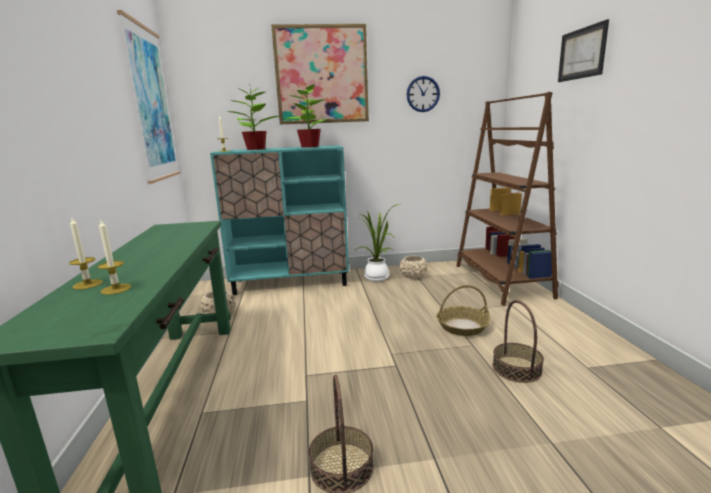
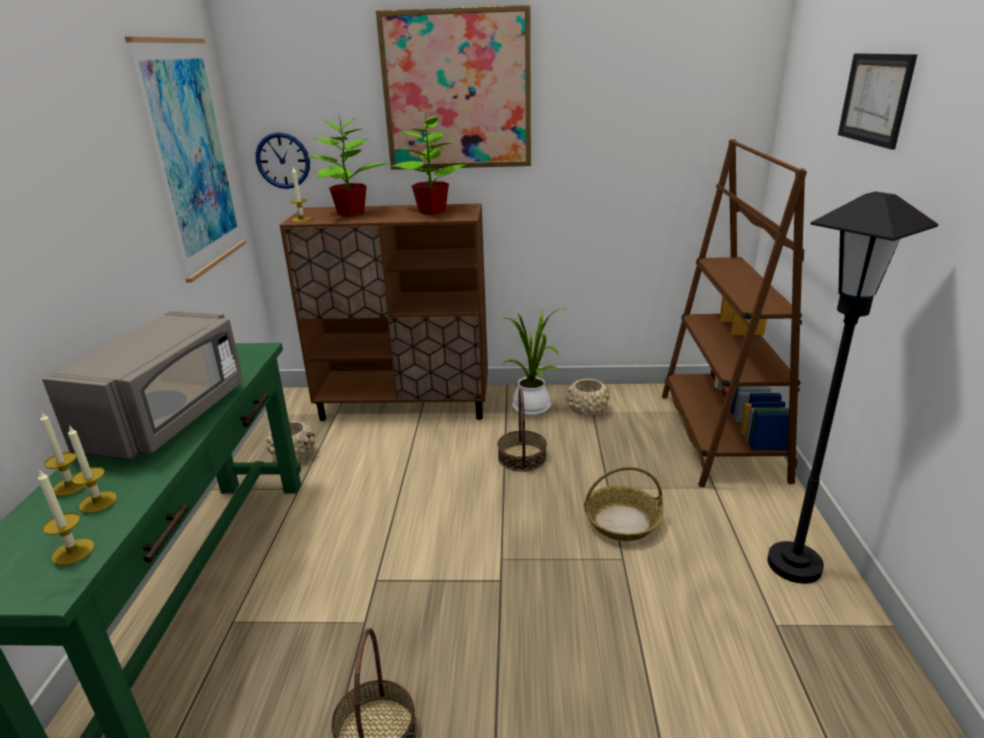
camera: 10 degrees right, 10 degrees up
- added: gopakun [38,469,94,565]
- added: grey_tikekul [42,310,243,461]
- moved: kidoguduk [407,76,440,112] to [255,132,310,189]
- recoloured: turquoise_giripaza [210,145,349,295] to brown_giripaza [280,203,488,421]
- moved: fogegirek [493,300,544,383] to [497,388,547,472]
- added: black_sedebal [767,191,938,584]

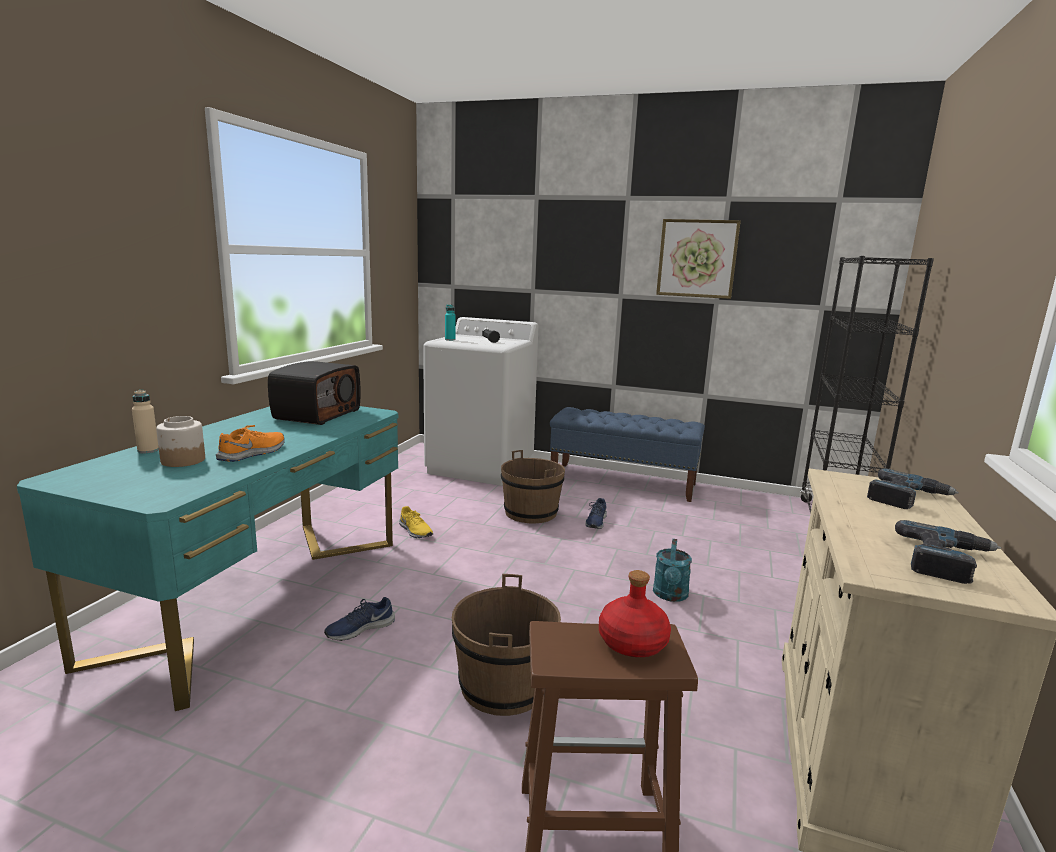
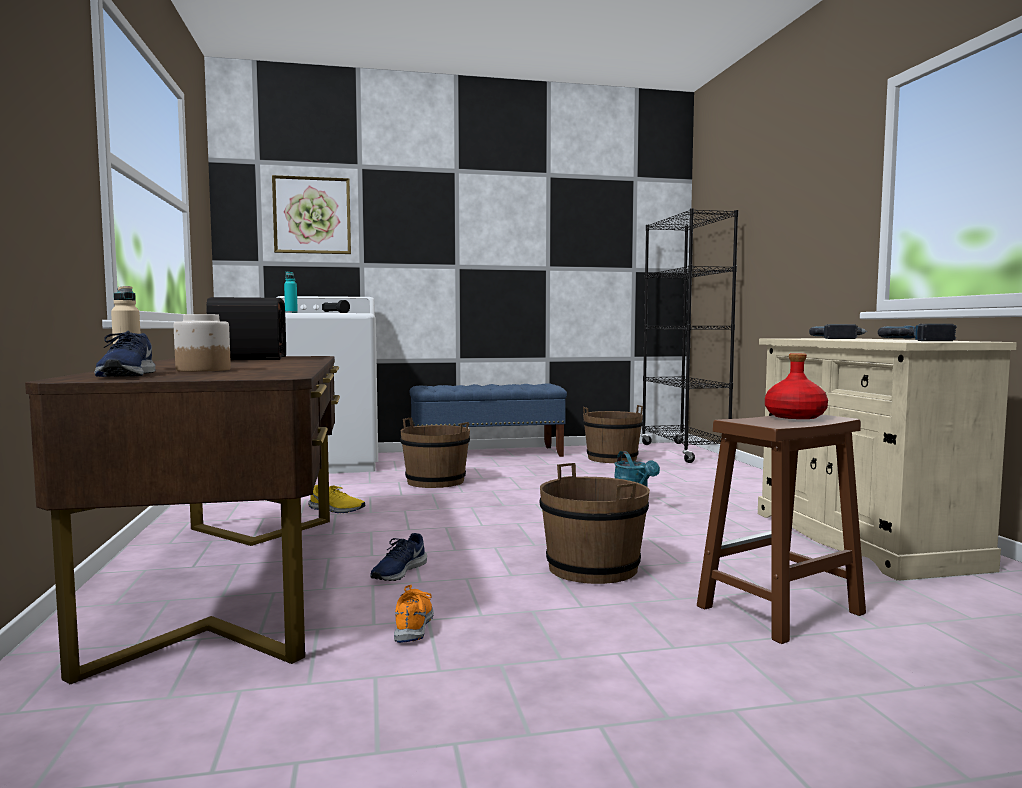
camera: 30 degrees left, 10 degrees down
- recoloured: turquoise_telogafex [17,406,398,711] to brown_telogafex [25,356,340,684]
- moved: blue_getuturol [585,498,607,529] to [94,331,156,377]
- moved: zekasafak [656,219,741,299] to [272,175,351,254]
- moved: orange_getuturol [216,425,285,462] to [394,585,434,643]
- added: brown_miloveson [583,405,643,463]

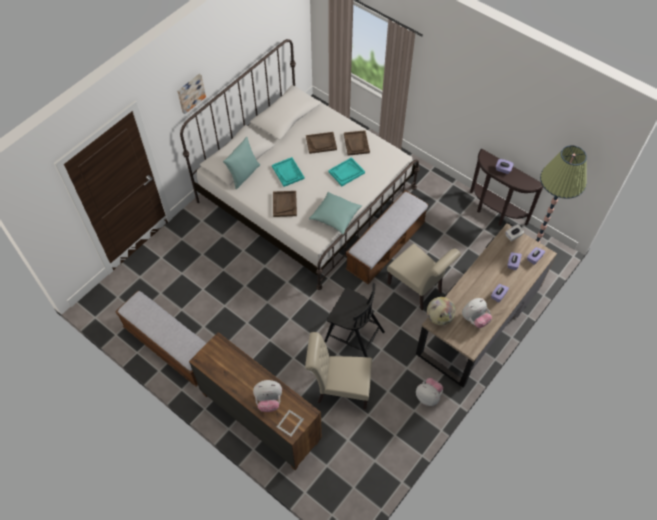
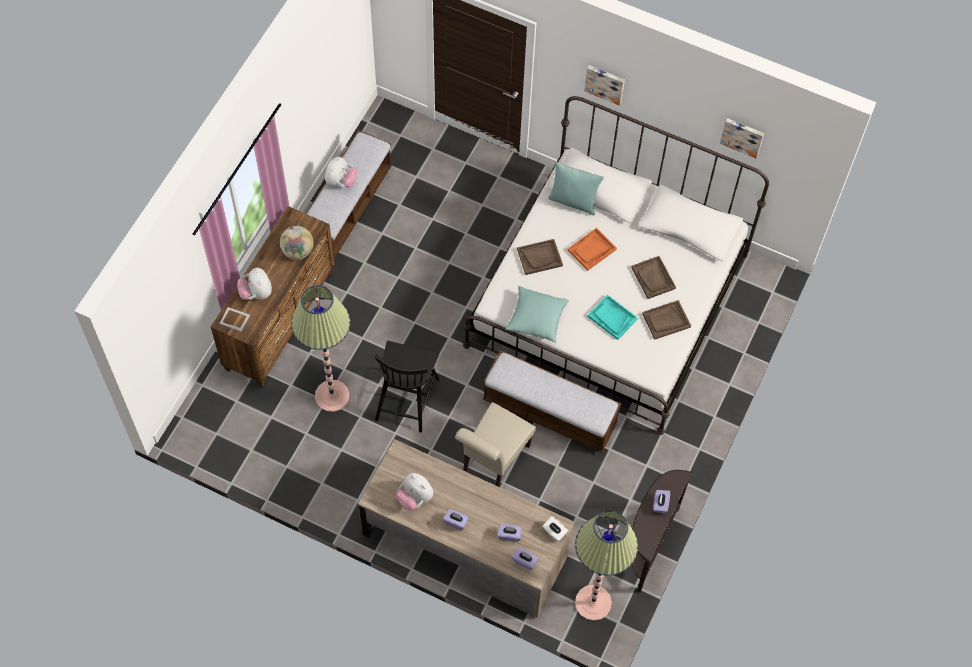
camera: 75 degrees right, 5 degrees up
- moved: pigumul [427,297,456,325] to [280,226,314,260]
- replaced: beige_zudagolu [305,332,372,409] to sedebal [291,285,350,412]
- moved: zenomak [416,378,443,406] to [325,157,358,187]
- recoloured: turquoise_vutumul [272,157,305,187] to orange_vutumul [568,228,617,271]
- added: zekasafak [720,118,764,158]

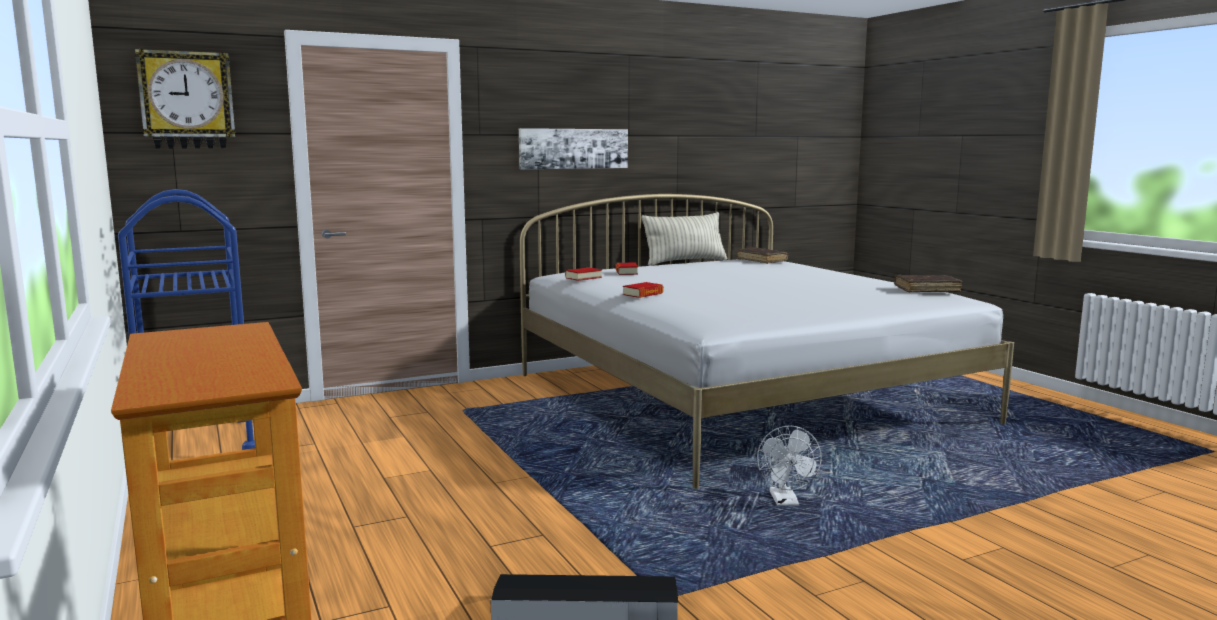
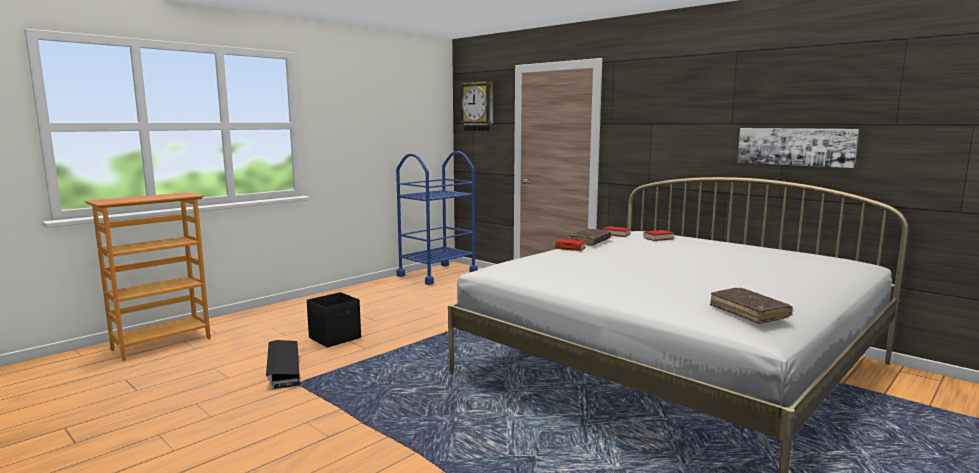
camera: 70 degrees right, 0 degrees up
- added: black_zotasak [307,292,361,347]
- moved: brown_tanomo [737,247,788,264] to [569,229,611,246]
- moved: zekasafak [519,128,628,169] to [737,128,859,168]
- removed: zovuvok [641,212,727,266]
- removed: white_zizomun [757,425,822,506]

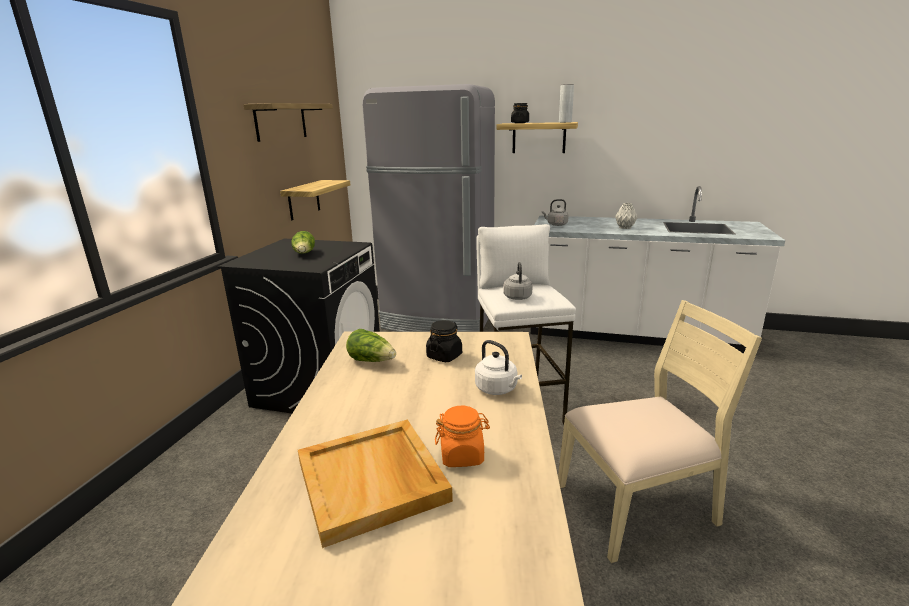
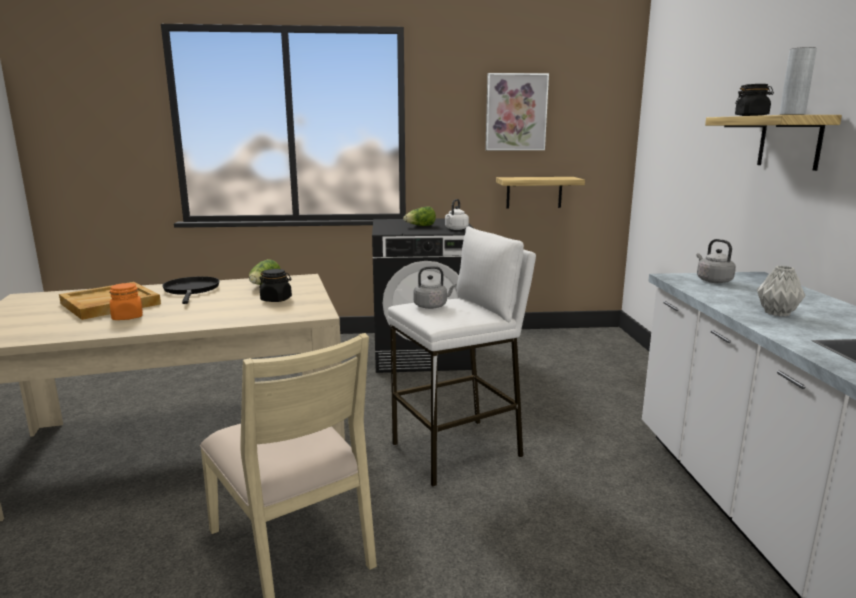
camera: 70 degrees right, 5 degrees down
- added: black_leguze [162,276,219,304]
- moved: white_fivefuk [475,340,522,395] to [445,199,469,230]
- replaced: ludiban [243,103,333,142] to zekasafak [485,73,549,150]
- removed: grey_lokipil [362,84,495,332]

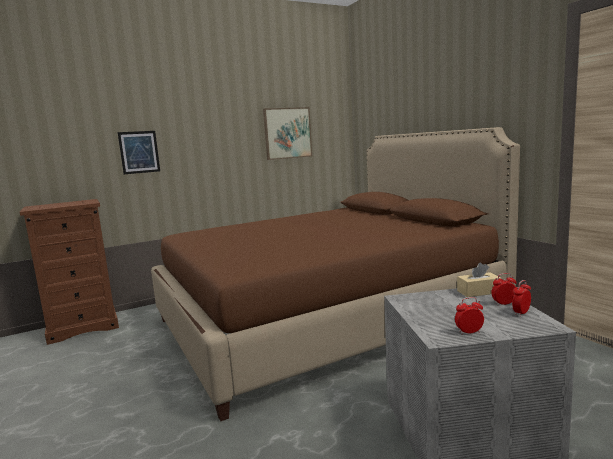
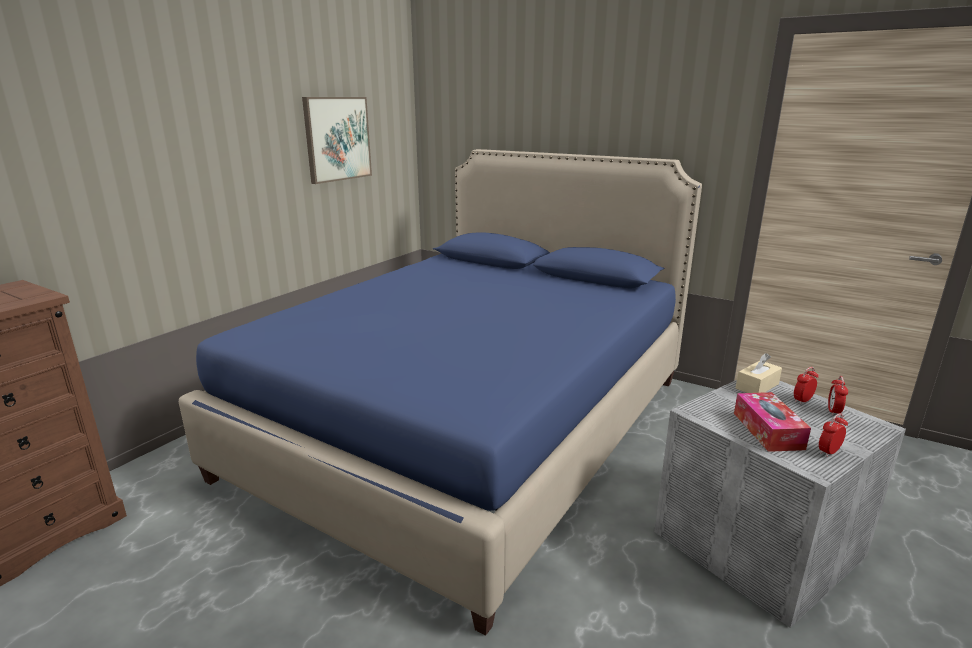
camera: 30 degrees left, 10 degrees up
- recoloured: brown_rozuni [151,127,520,421] to blue_rozuni [179,149,702,636]
- added: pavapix [734,392,811,452]
- removed: zekasafak [118,131,160,174]

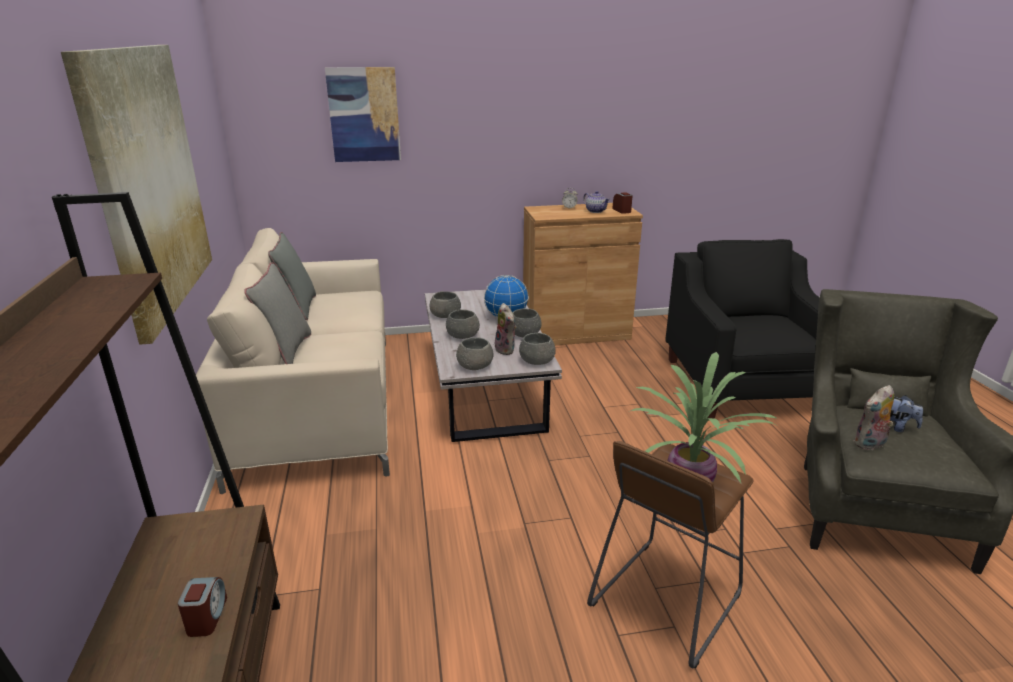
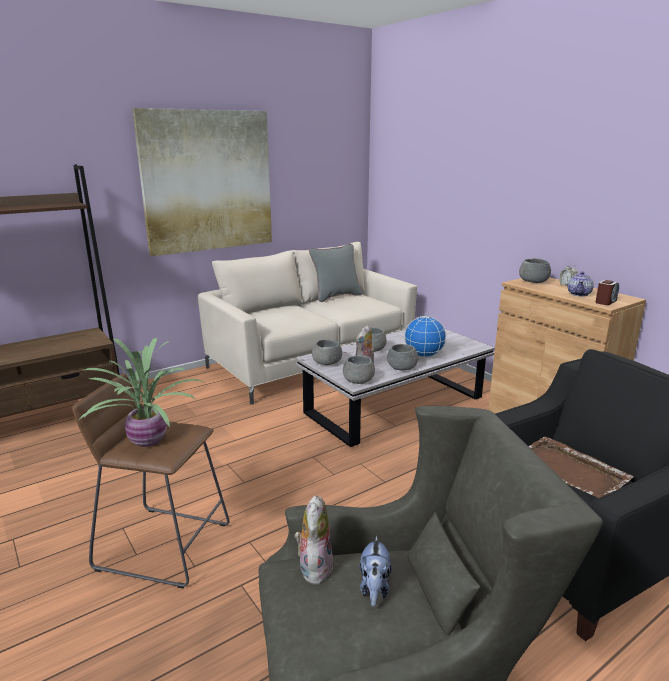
camera: 65 degrees right, 5 degrees down
- turned: zenomak [853,385,894,451] = [295,495,333,585] 60 degrees clockwise
- moved: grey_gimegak [430,291,461,318] to [519,258,551,283]
- added: brown_vutumul [529,436,634,498]
- removed: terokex [178,577,227,637]
- removed: grey_zovuvok [244,262,311,364]
- removed: zekasafak [325,67,401,162]

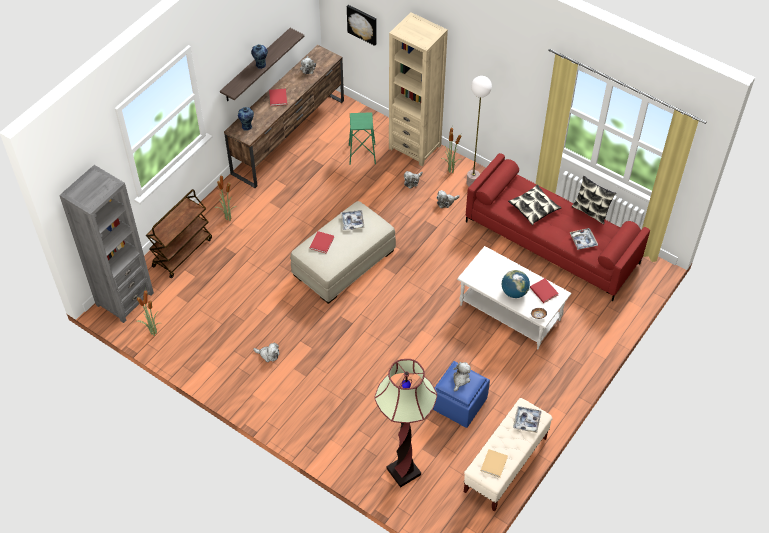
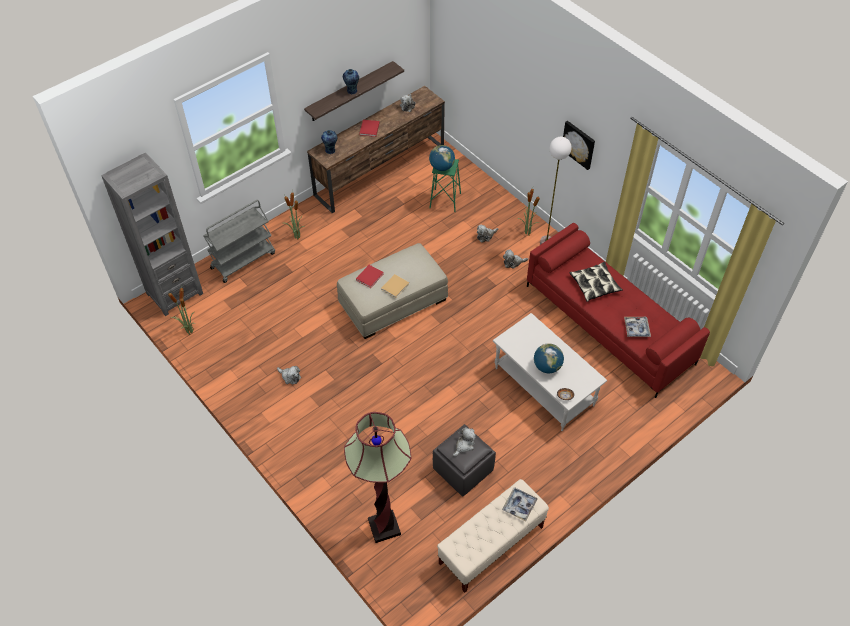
camera: 15 degrees right, 0 degrees up
- recoloured: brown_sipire [146,189,212,278] to grey_sipire [204,200,275,283]
- moved: beige_tanomo [481,449,508,478] to [381,274,409,298]
- added: pigumul [429,145,455,171]
- recoloured: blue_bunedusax [433,361,490,428] to grey_bunedusax [433,424,496,496]
- moved: zekasafak [347,5,377,46] to [563,121,595,170]
- removed: vutumul [341,210,365,230]
- removed: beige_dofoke [389,12,448,166]
- removed: red_tanomo [530,278,559,303]
- removed: zovuvok [572,176,616,224]

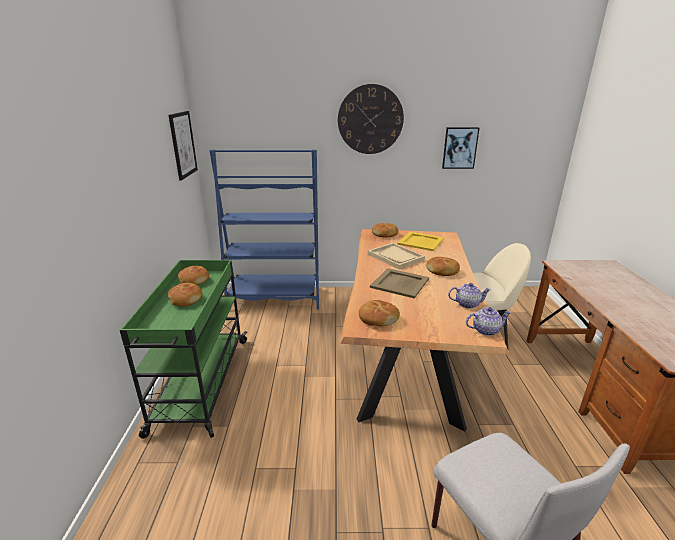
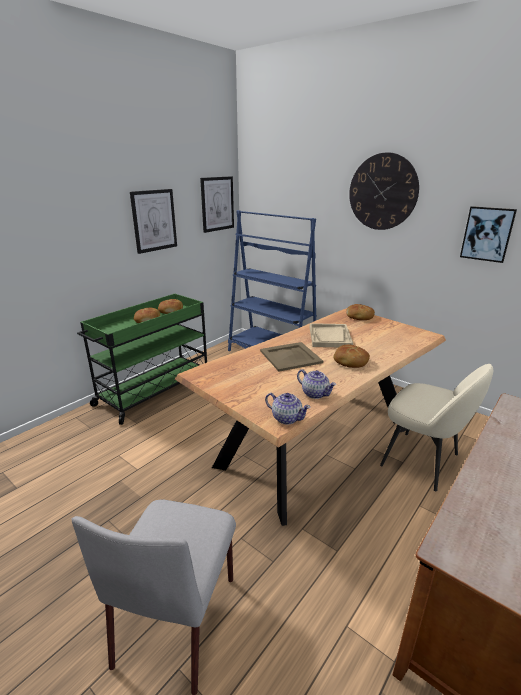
camera: 40 degrees right, 0 degrees up
- added: zekasafak [130,189,177,254]
- removed: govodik [359,300,400,326]
- removed: yellow_vutumul [397,232,444,251]

